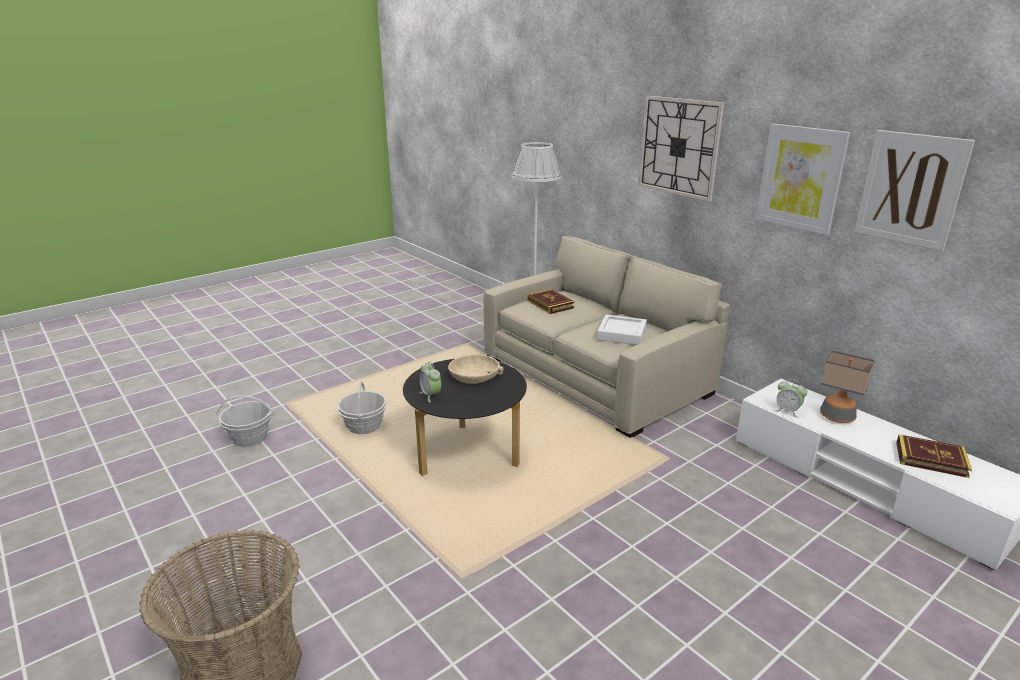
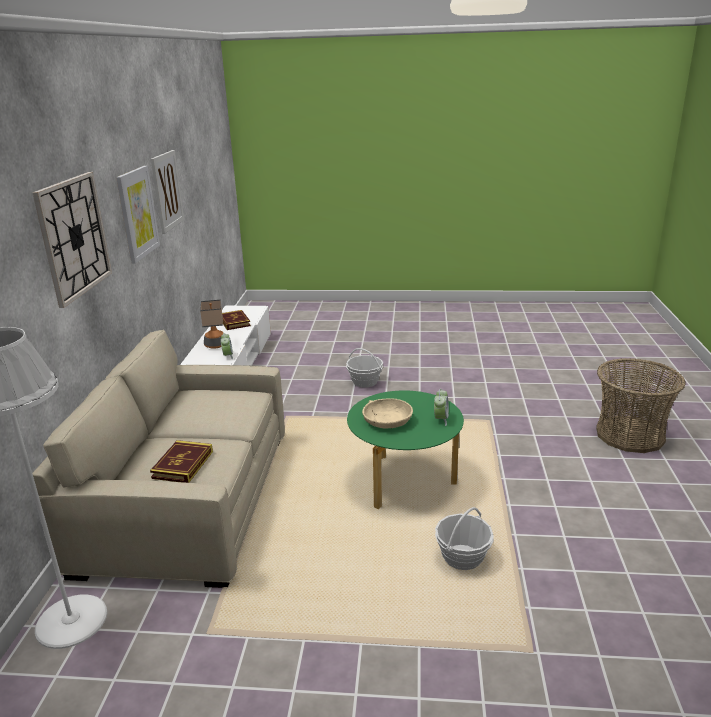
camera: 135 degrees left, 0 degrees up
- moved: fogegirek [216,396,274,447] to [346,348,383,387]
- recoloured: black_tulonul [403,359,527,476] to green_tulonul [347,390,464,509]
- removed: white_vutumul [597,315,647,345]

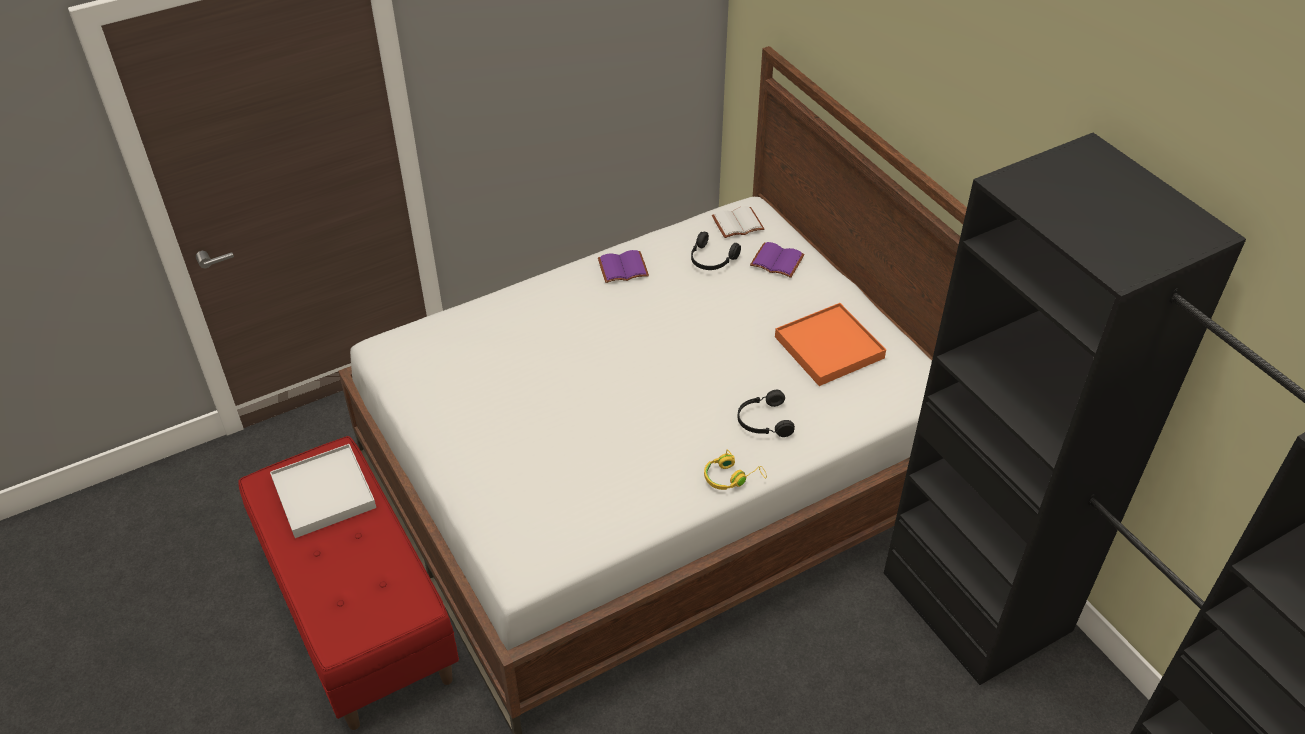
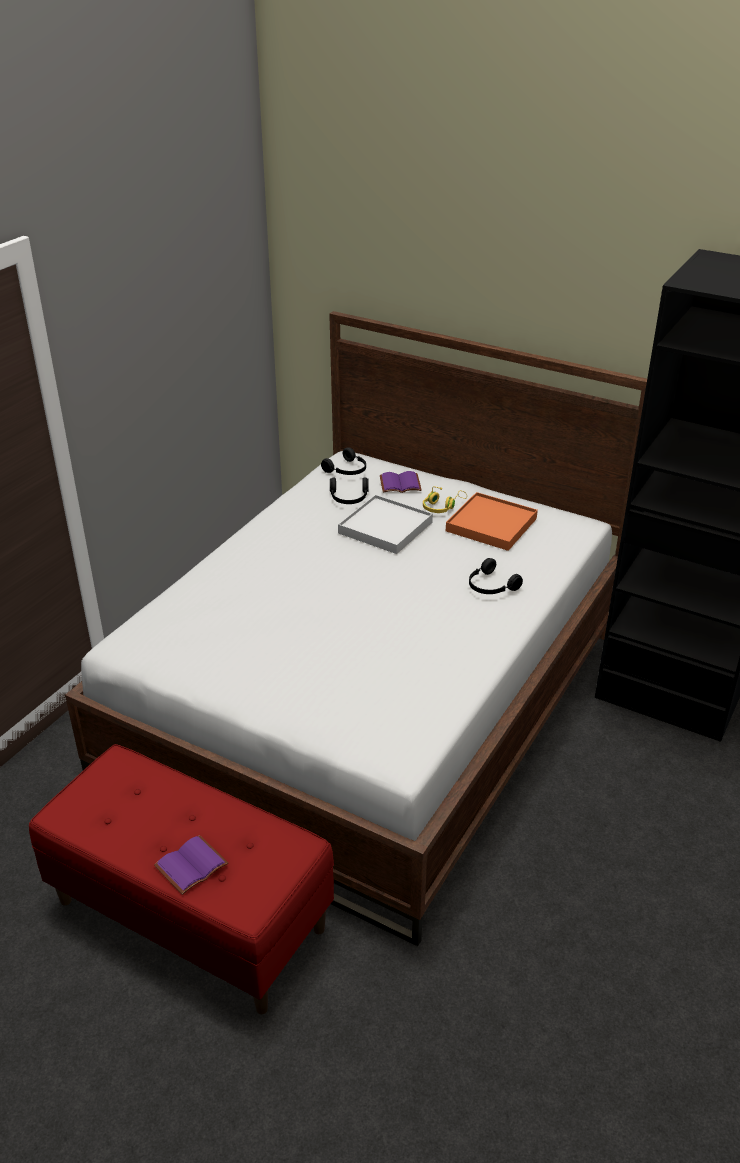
camera: 30 degrees left, 10 degrees down
- moved: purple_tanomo [598,250,649,283] to [154,835,228,895]
- replaced: white_tanomo [712,206,764,238] to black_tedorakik [321,448,366,475]
- moved: white_vutumul [270,444,376,538] to [338,495,433,554]
- moved: yellow_tedorakik [704,449,767,490] to [423,486,467,513]

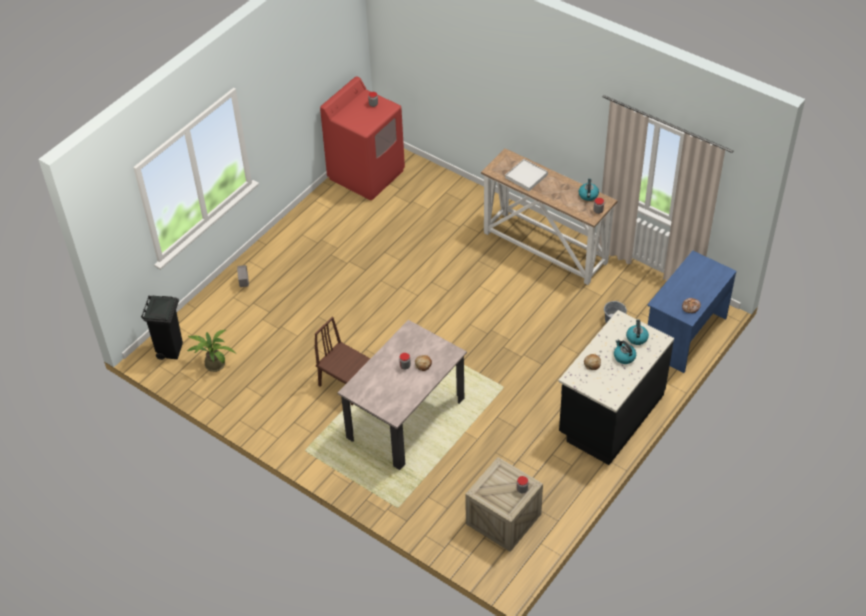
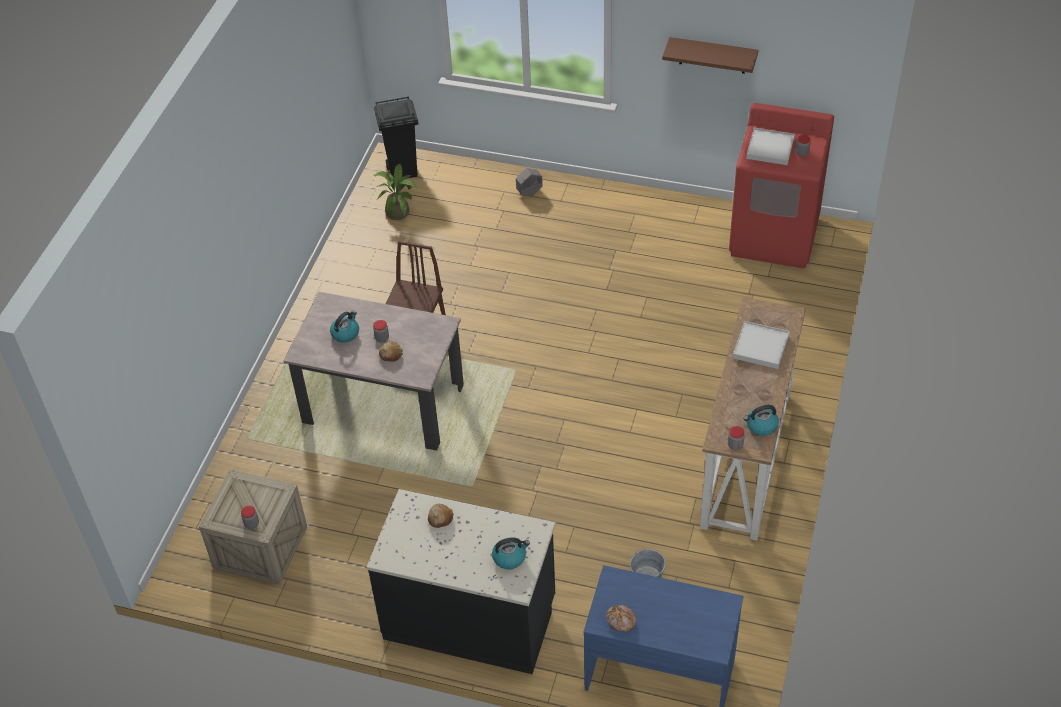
camera: 70 degrees right, 0 degrees up
- moved: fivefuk [614,340,636,364] to [330,311,359,343]
- added: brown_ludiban [662,37,758,74]
- added: white_vutumul [746,128,795,165]

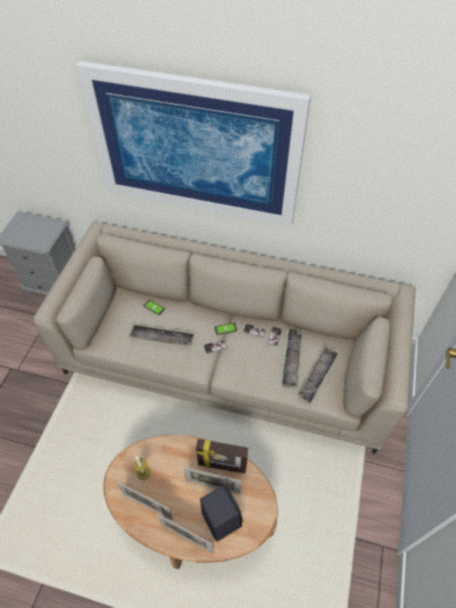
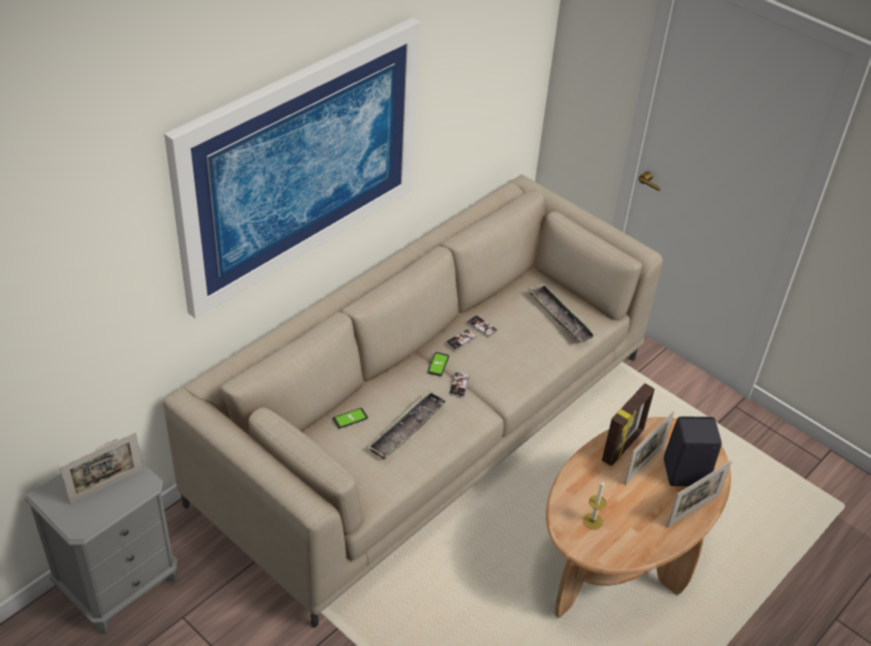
camera: 65 degrees left, 10 degrees down
- moved: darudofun [116,482,173,520] to [59,432,143,504]
- removed: vutumul [281,329,302,388]

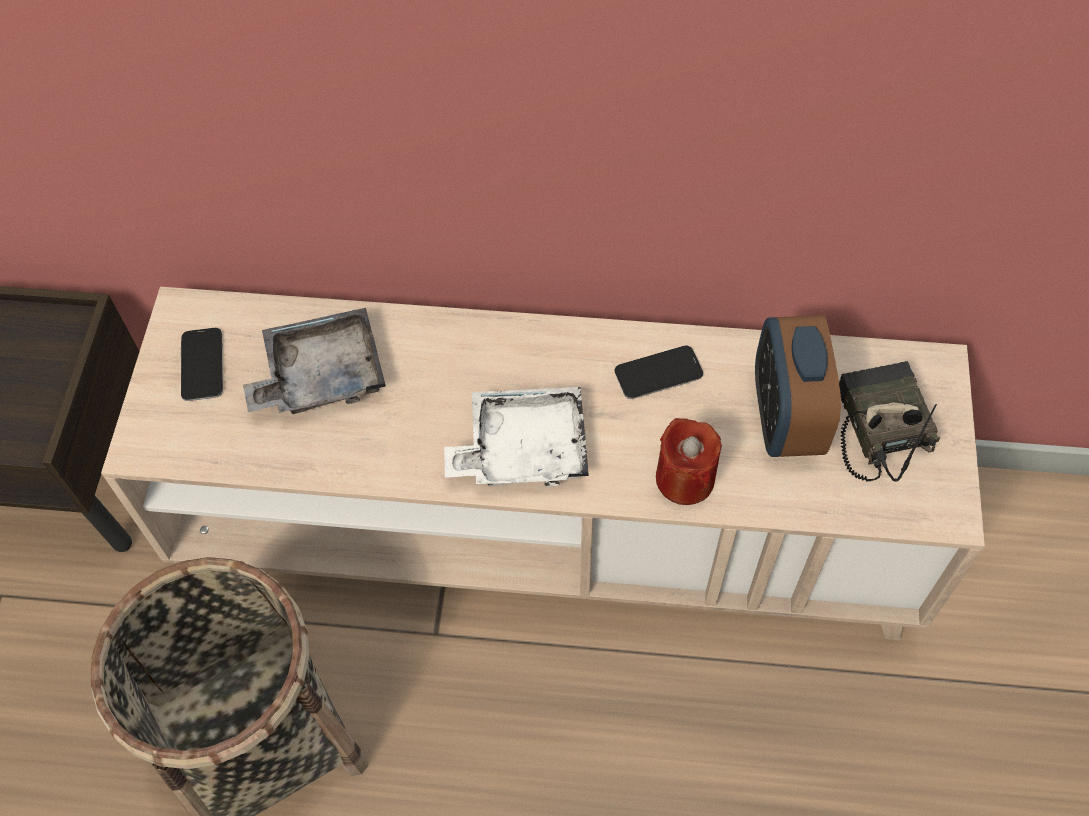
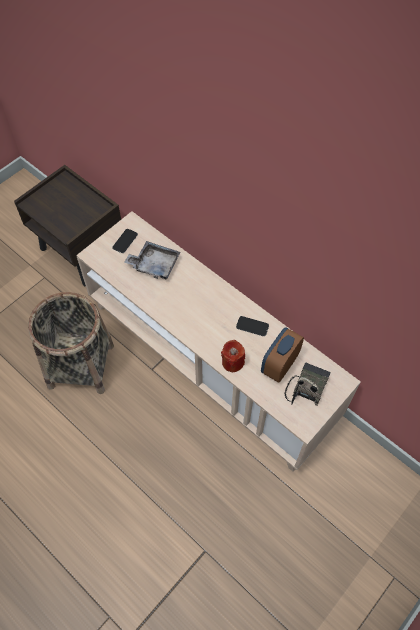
camera: 35 degrees right, 0 degrees up
- removed: white_vutumul [444,387,589,487]

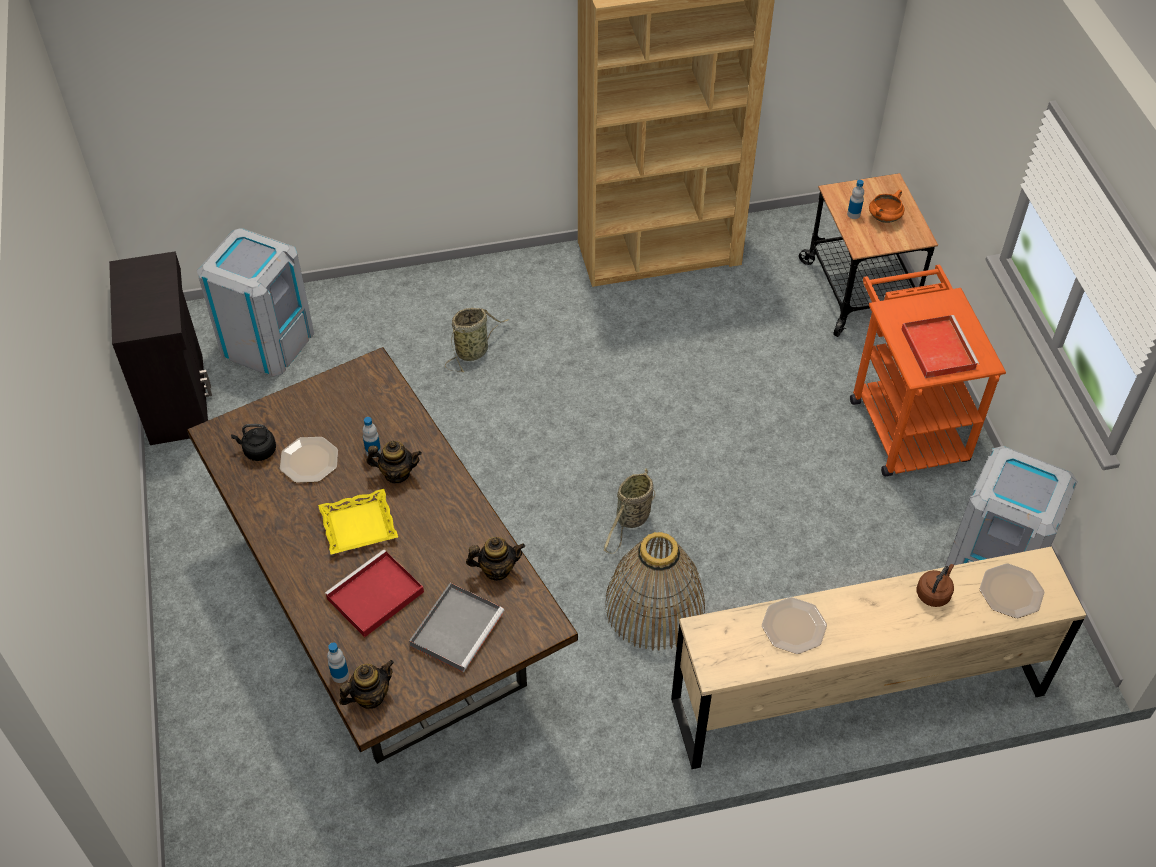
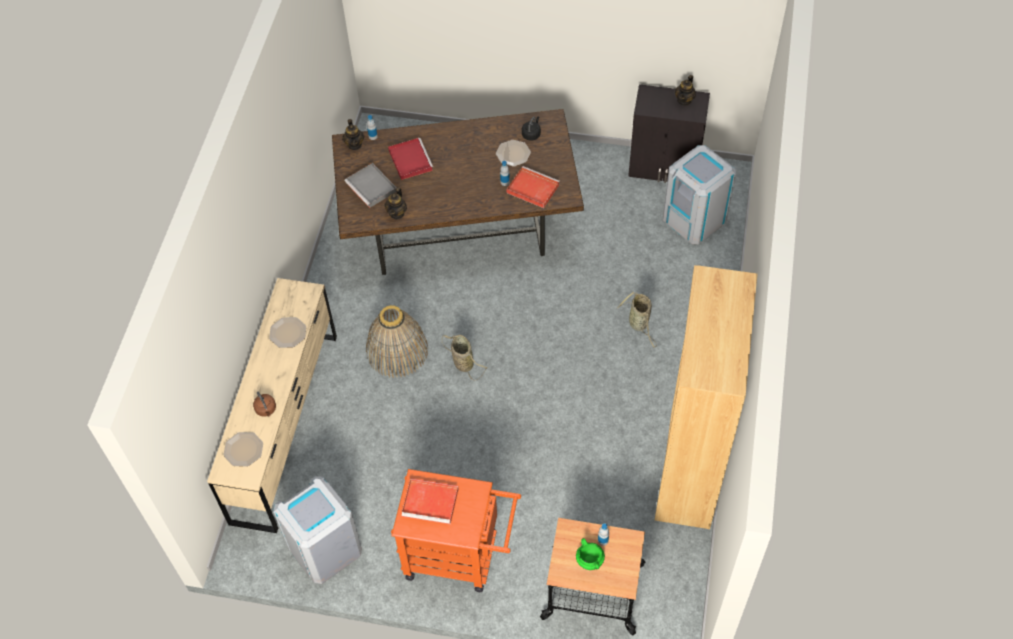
camera: 115 degrees right, 5 degrees up
- added: red_vutumul [507,166,560,208]
- recoloured: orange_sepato [869,190,905,223] to green_sepato [576,538,605,570]
- moved: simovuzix [366,441,422,483] to [675,75,696,106]
- removed: yellow_vutumul [318,489,398,554]

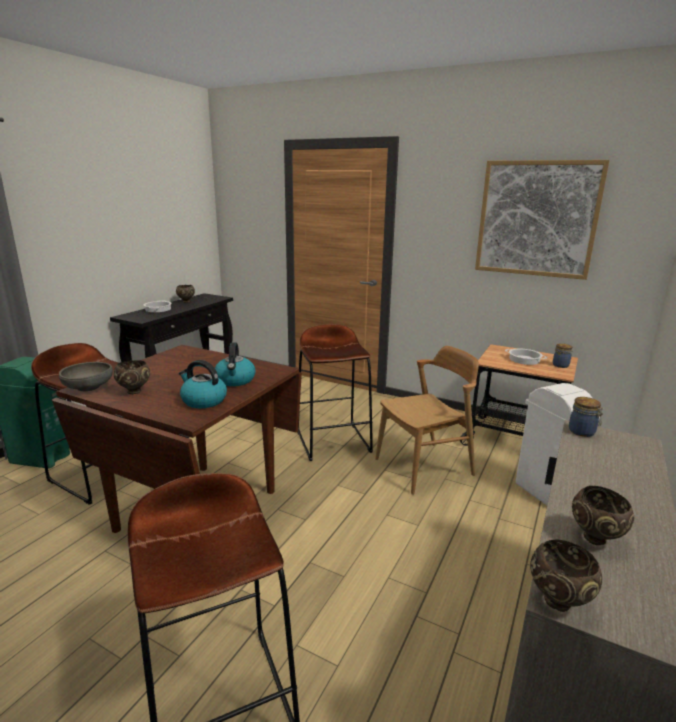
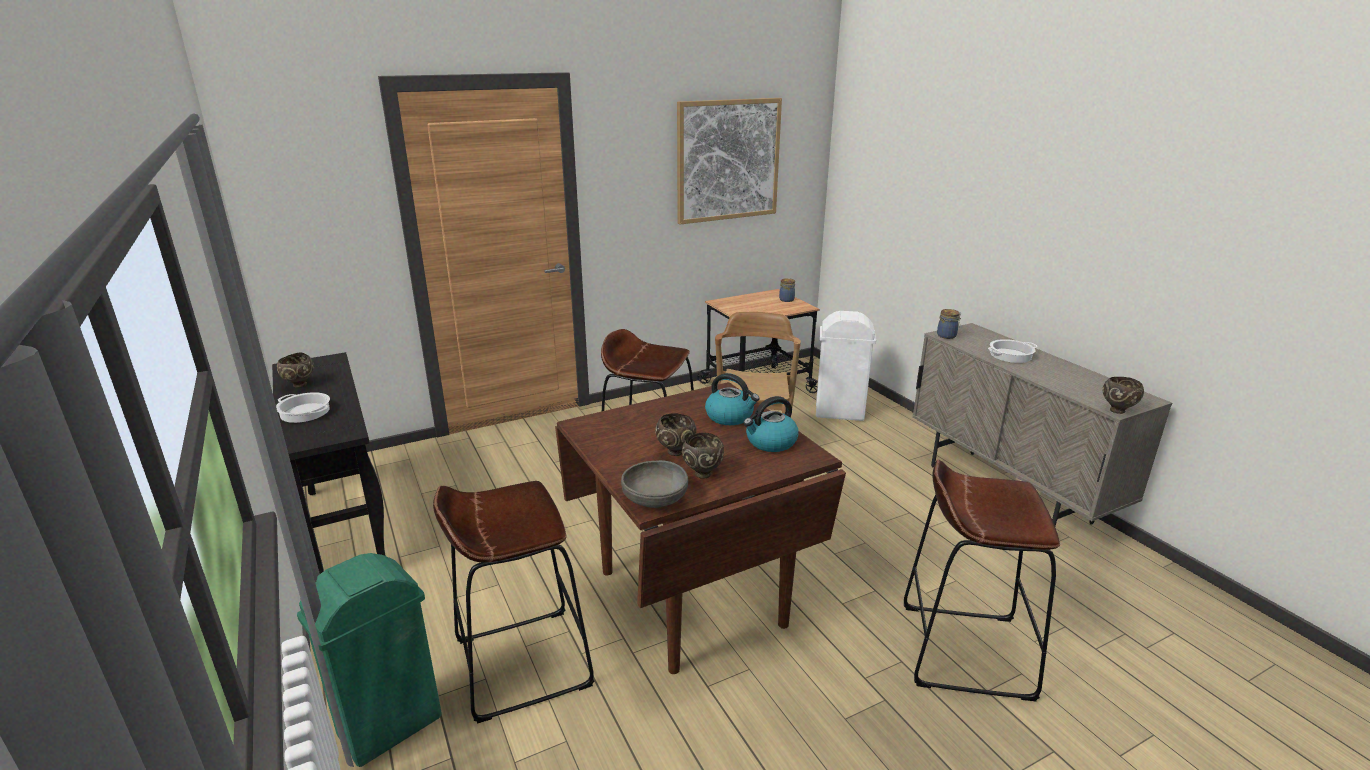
camera: 55 degrees left, 5 degrees up
- moved: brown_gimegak [572,486,634,545] to [655,413,697,456]
- moved: sepato [505,349,547,365] to [988,339,1038,363]

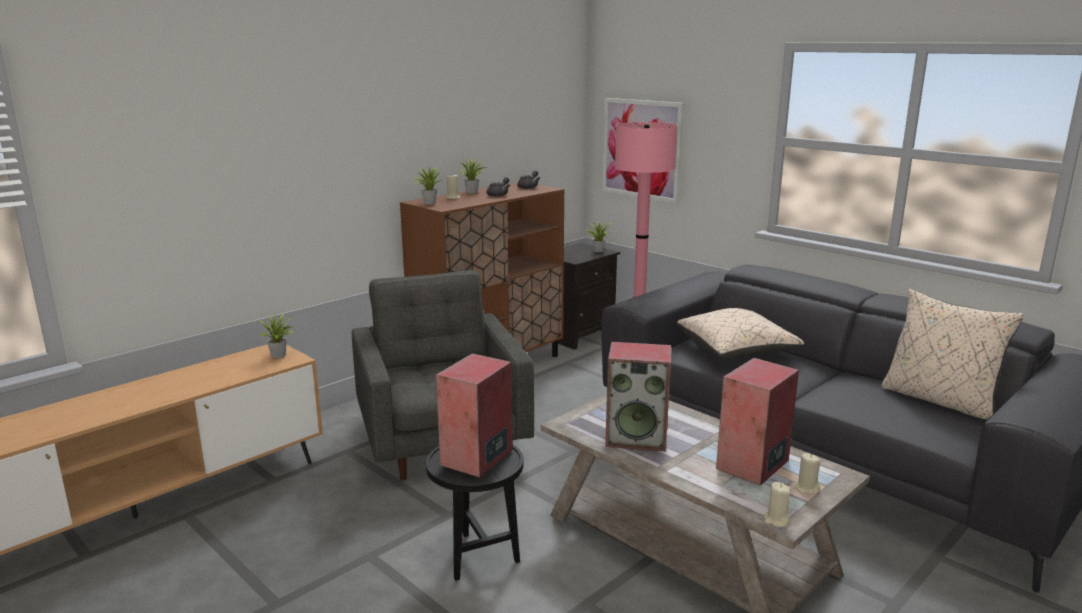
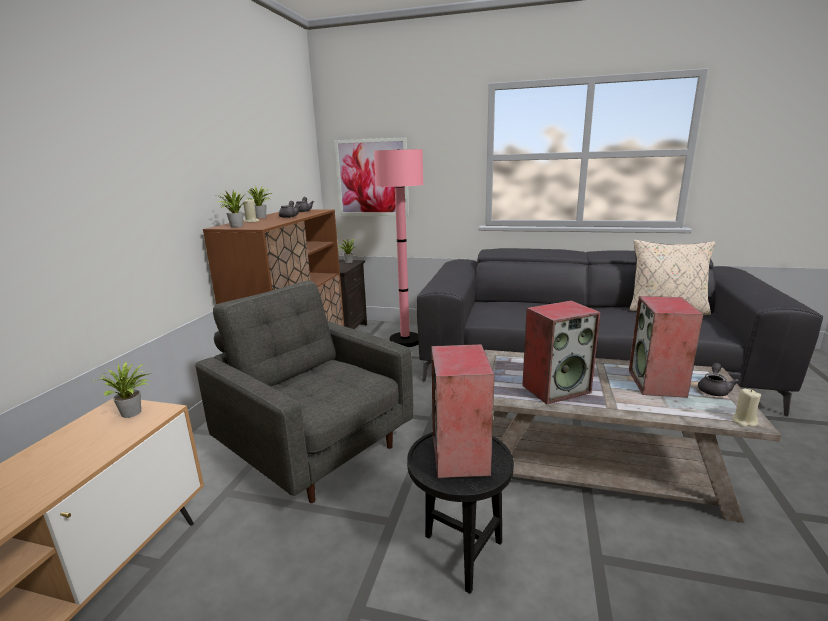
camera: 30 degrees left, 0 degrees up
- replaced: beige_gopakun [794,453,821,494] to grey_simovuzix [698,363,739,396]
- removed: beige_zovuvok [677,308,804,359]

